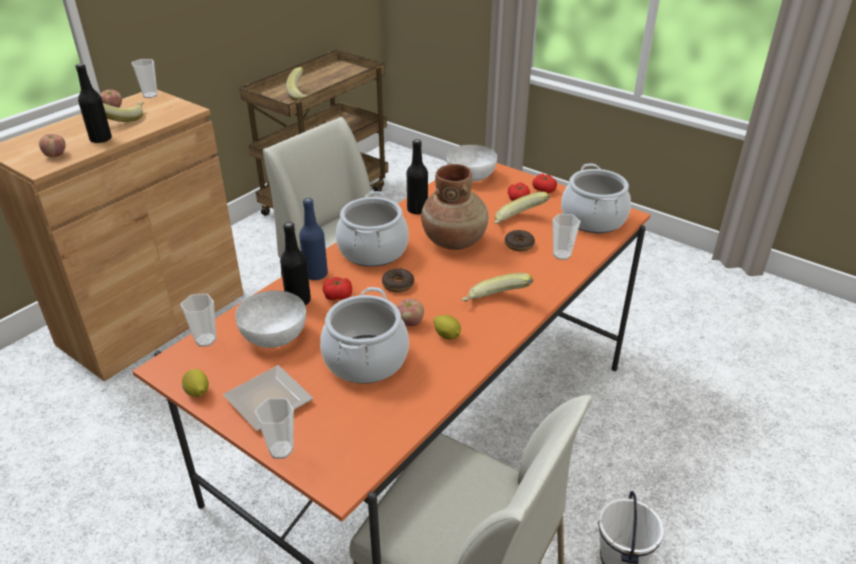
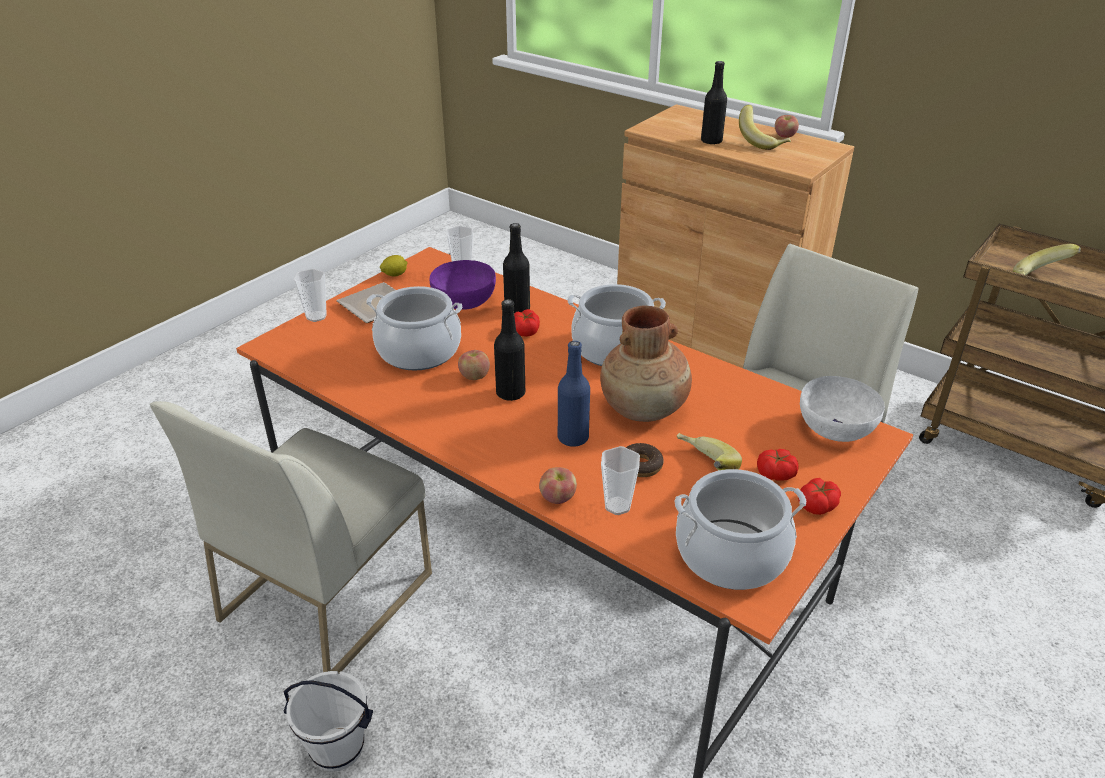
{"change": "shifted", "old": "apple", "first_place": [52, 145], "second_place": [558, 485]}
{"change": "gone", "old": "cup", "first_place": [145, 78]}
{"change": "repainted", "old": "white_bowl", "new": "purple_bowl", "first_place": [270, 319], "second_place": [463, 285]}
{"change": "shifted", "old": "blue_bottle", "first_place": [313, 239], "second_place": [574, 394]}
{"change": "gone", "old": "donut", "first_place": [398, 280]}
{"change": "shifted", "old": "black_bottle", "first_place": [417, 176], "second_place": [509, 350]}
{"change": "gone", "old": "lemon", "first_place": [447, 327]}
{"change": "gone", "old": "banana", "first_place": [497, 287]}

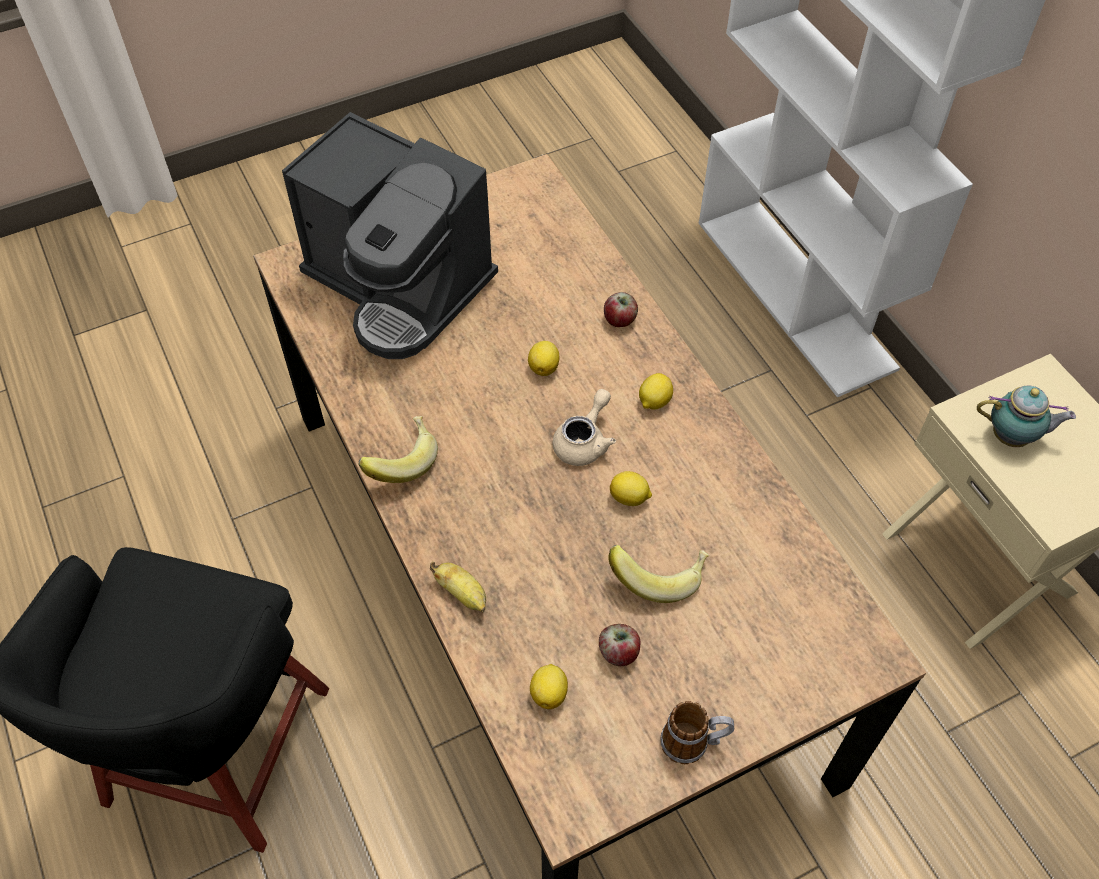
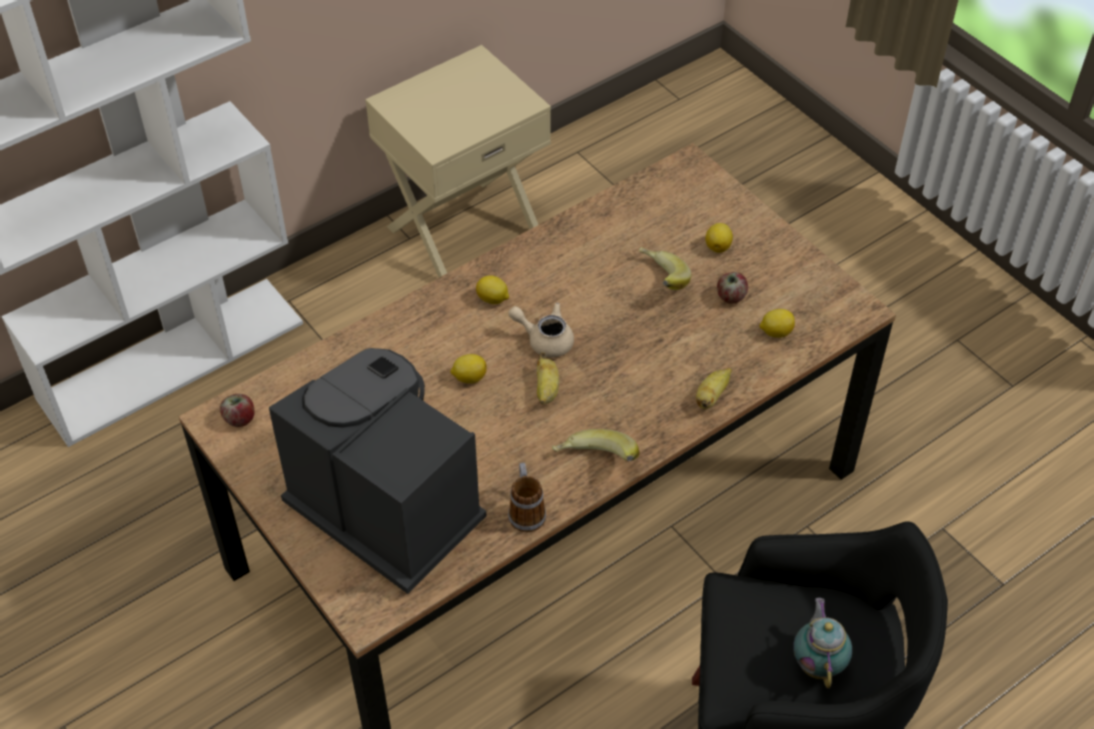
{"change": "rotated", "old": "coffee_machine", "first_place": [390, 235], "second_place": [377, 471], "degrees": -75}
{"change": "shifted", "old": "apple", "first_place": [621, 309], "second_place": [237, 410]}
{"change": "shifted", "old": "lemon", "first_place": [631, 488], "second_place": [719, 238]}
{"change": "shifted", "old": "mug", "first_place": [697, 732], "second_place": [527, 497]}
{"change": "shifted", "old": "teapot", "first_place": [1026, 416], "second_place": [822, 643]}
{"change": "new", "new": "banana", "second_place": [548, 378]}

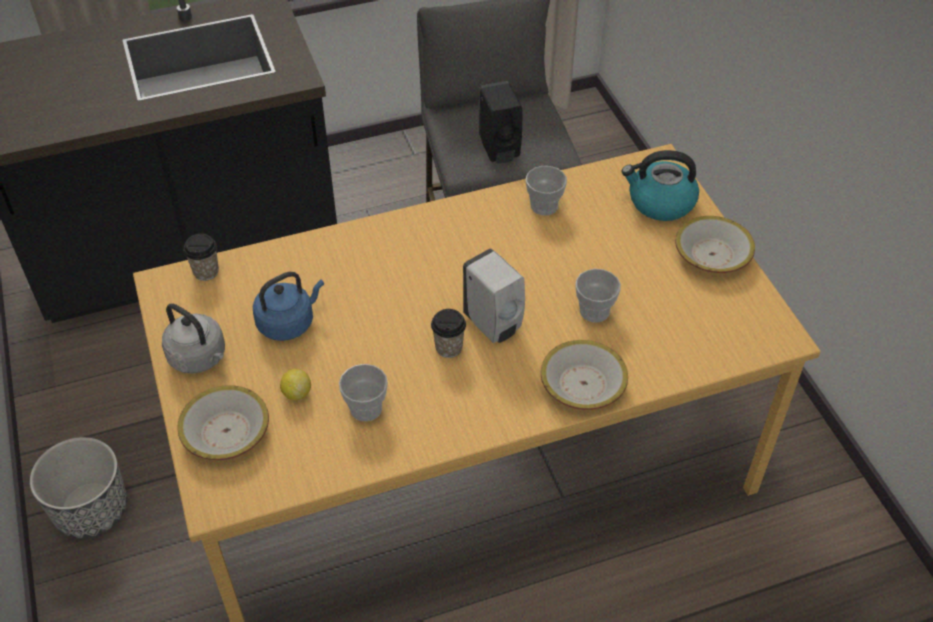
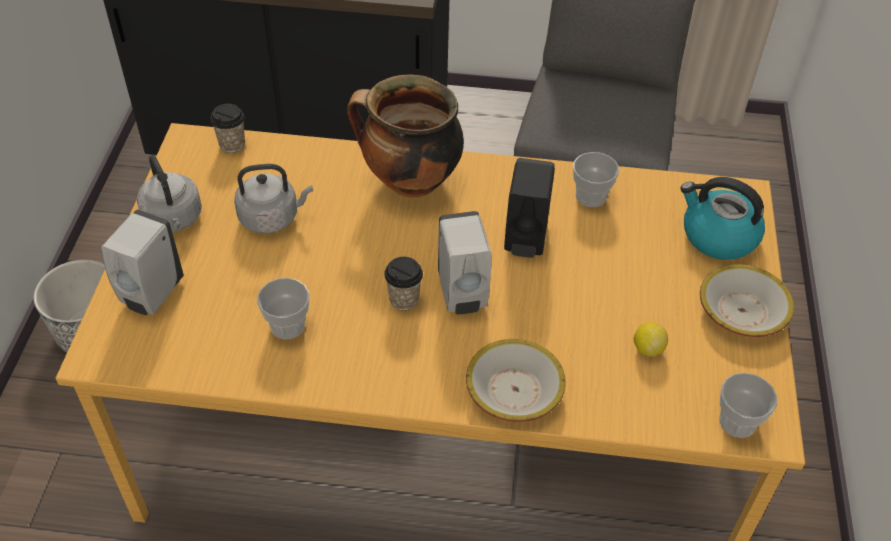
{"change": "swapped", "old": "bowl", "new": "white_soap_dispenser", "first_place": [223, 422], "second_place": [142, 262]}
{"change": "repainted", "old": "blue_kettle", "new": "grey_kettle", "first_place": [288, 306], "second_place": [273, 198]}
{"change": "shifted", "old": "lemon", "first_place": [295, 384], "second_place": [651, 339]}
{"change": "shifted", "old": "black_soap_dispenser", "first_place": [500, 122], "second_place": [529, 208]}
{"change": "shifted", "old": "cup", "first_place": [598, 296], "second_place": [748, 405]}
{"change": "new", "new": "cooking_pot", "second_place": [405, 136]}

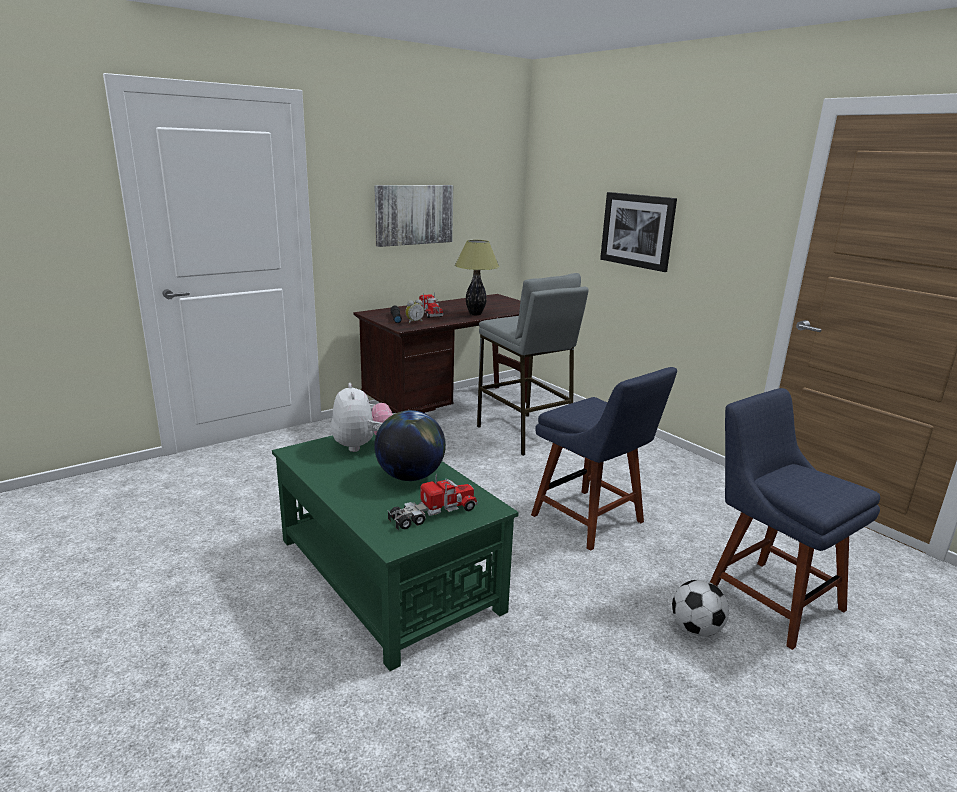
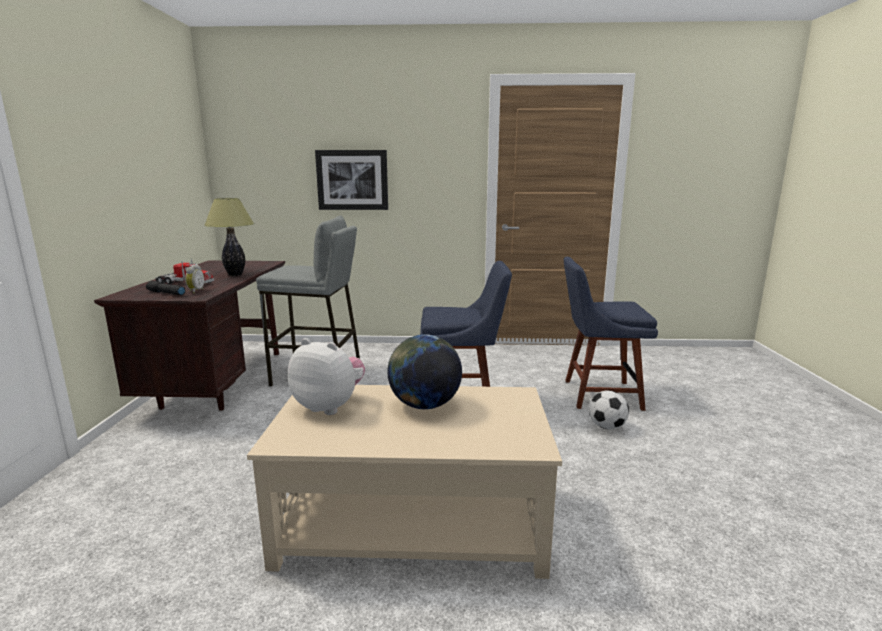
{"change": "repainted", "old": "green_coffee_table", "new": "beige_coffee_table", "first_place": [395, 552], "second_place": [404, 482]}
{"change": "gone", "old": "picture", "first_place": [413, 216]}
{"change": "gone", "old": "toy_truck", "first_place": [433, 502]}

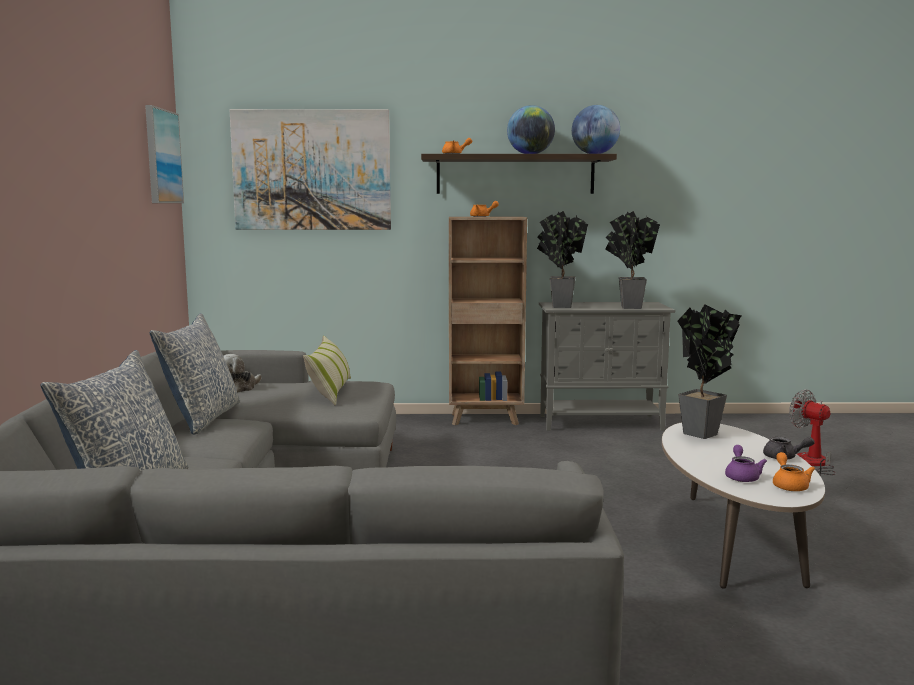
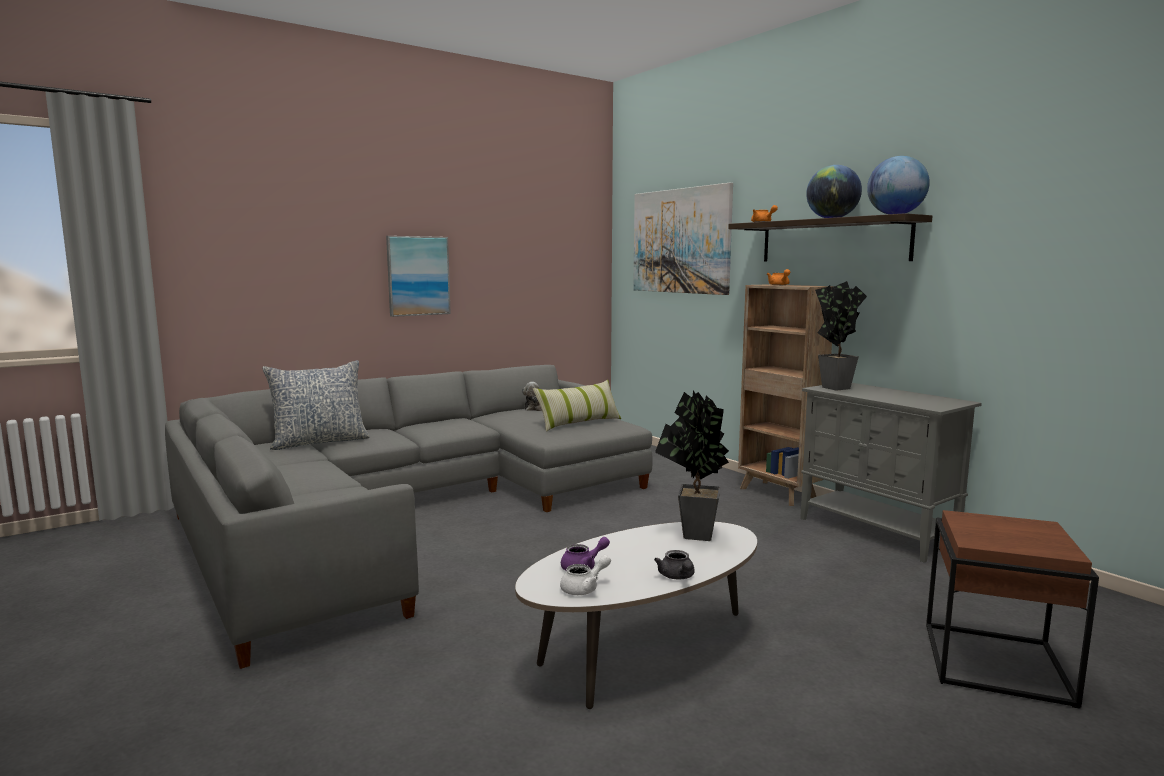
{"change": "shifted", "old": "picture", "first_place": [164, 154], "second_place": [418, 276]}
{"change": "gone", "old": "pillow", "first_place": [195, 374]}
{"change": "gone", "old": "potted_plant", "first_place": [632, 260]}
{"change": "repainted", "old": "orange_teapot", "new": "white_teapot", "first_place": [794, 471], "second_place": [585, 575]}
{"change": "swapped", "old": "fan", "new": "brown_side_table", "first_place": [812, 432], "second_place": [1012, 609]}

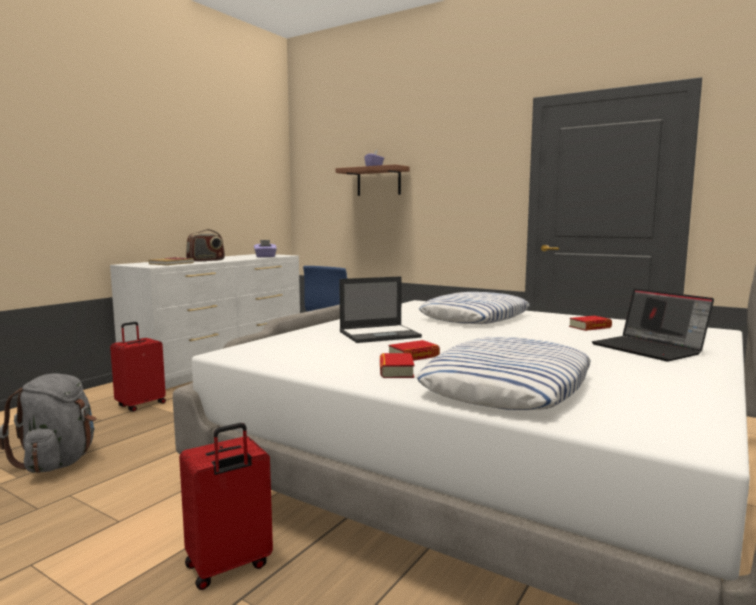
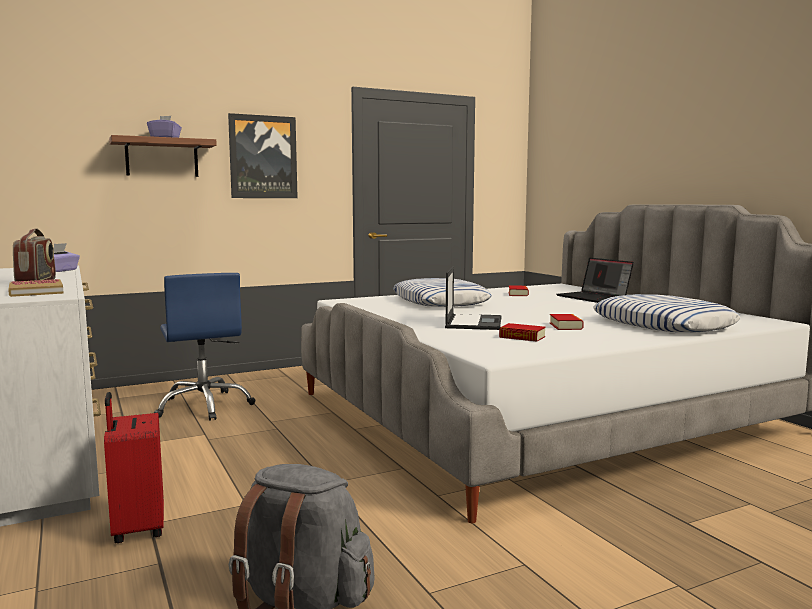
{"change": "gone", "old": "red_suitcase", "first_place": [226, 506]}
{"change": "shifted", "old": "book", "first_place": [397, 365], "second_place": [522, 332]}
{"change": "rotated", "old": "laptop", "first_place": [653, 325], "second_place": [595, 280], "degrees": 60}
{"change": "new", "new": "picture", "second_place": [263, 155]}

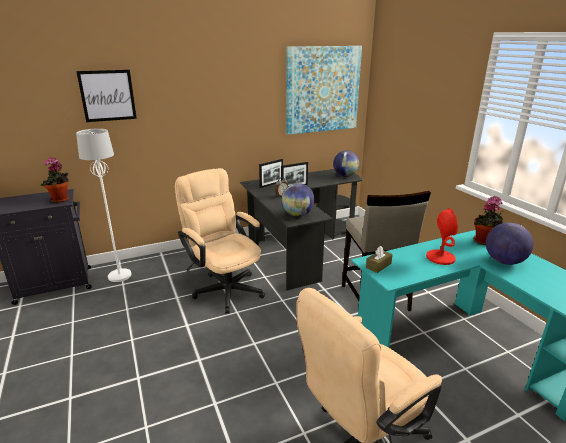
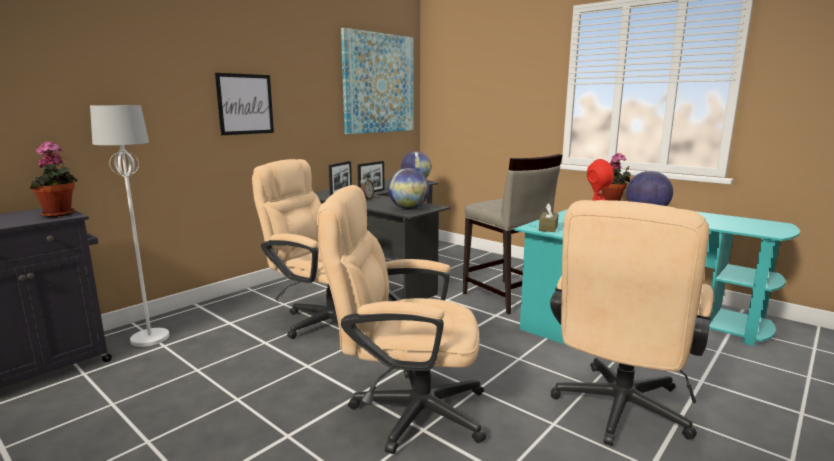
{"change": "shifted", "old": "picture", "first_place": [106, 96], "second_place": [244, 104]}
{"change": "new", "new": "beige_office_chair", "second_place": [401, 319]}

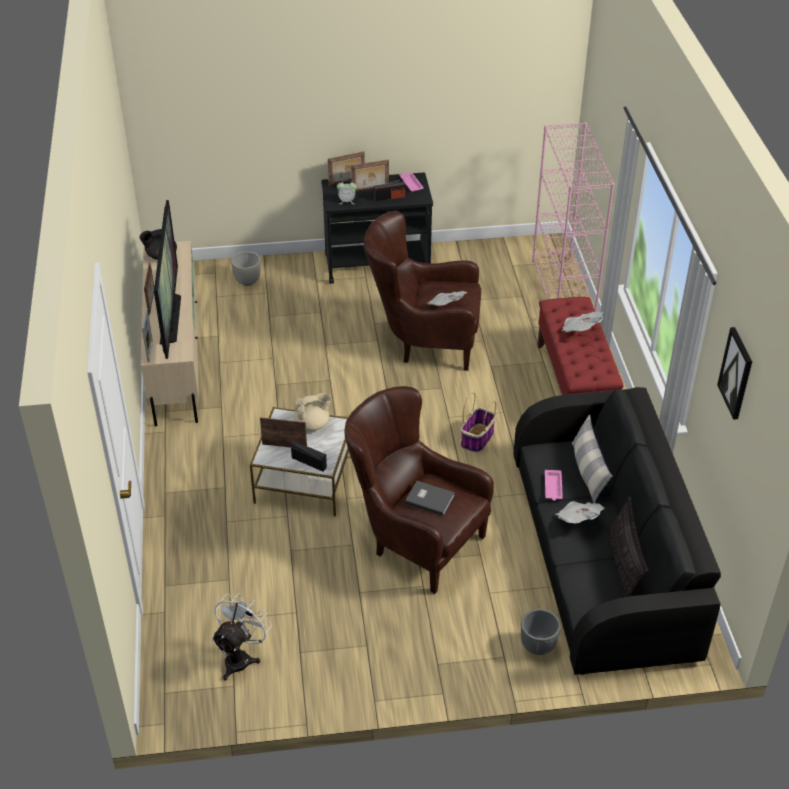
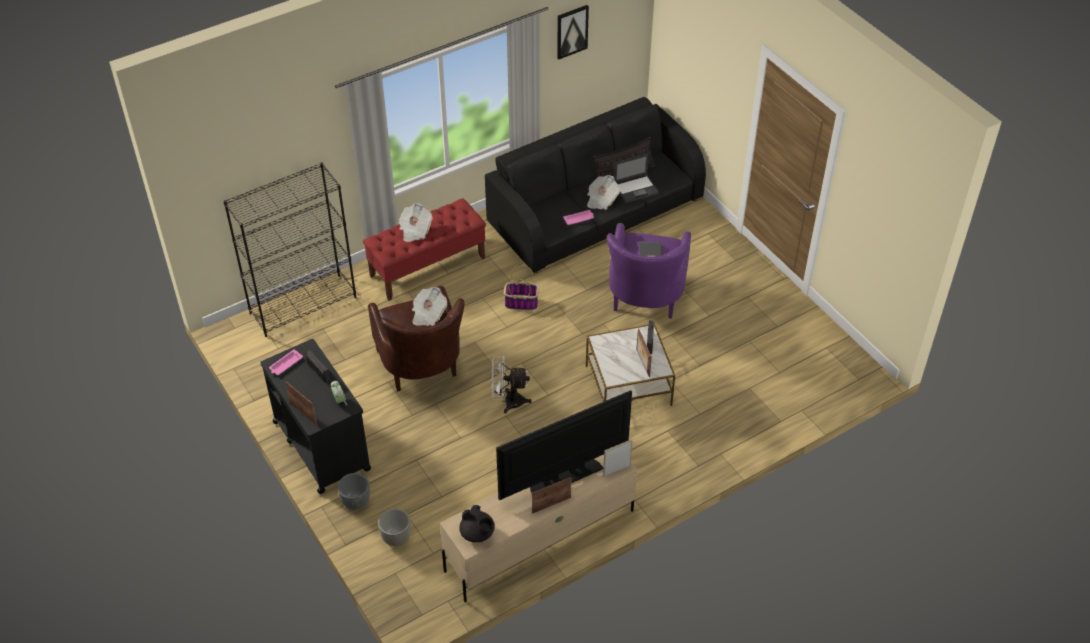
{"change": "shifted", "old": "white_fan", "first_place": [242, 636], "second_place": [511, 385]}
{"change": "gone", "old": "beige_teapot", "first_place": [312, 412]}
{"change": "repainted", "old": "brown_armchair", "new": "purple_armchair", "first_place": [419, 490], "second_place": [649, 271]}
{"change": "gone", "old": "picture_frame", "first_place": [370, 176]}
{"change": "shifted", "old": "grey_planter", "first_place": [540, 632], "second_place": [353, 491]}
{"change": "repainted", "old": "pink_bookcase", "new": "black_bookcase", "first_place": [573, 217], "second_place": [289, 250]}
{"change": "gone", "old": "pillow", "first_place": [592, 459]}
{"change": "new", "new": "laptop", "second_place": [636, 178]}

